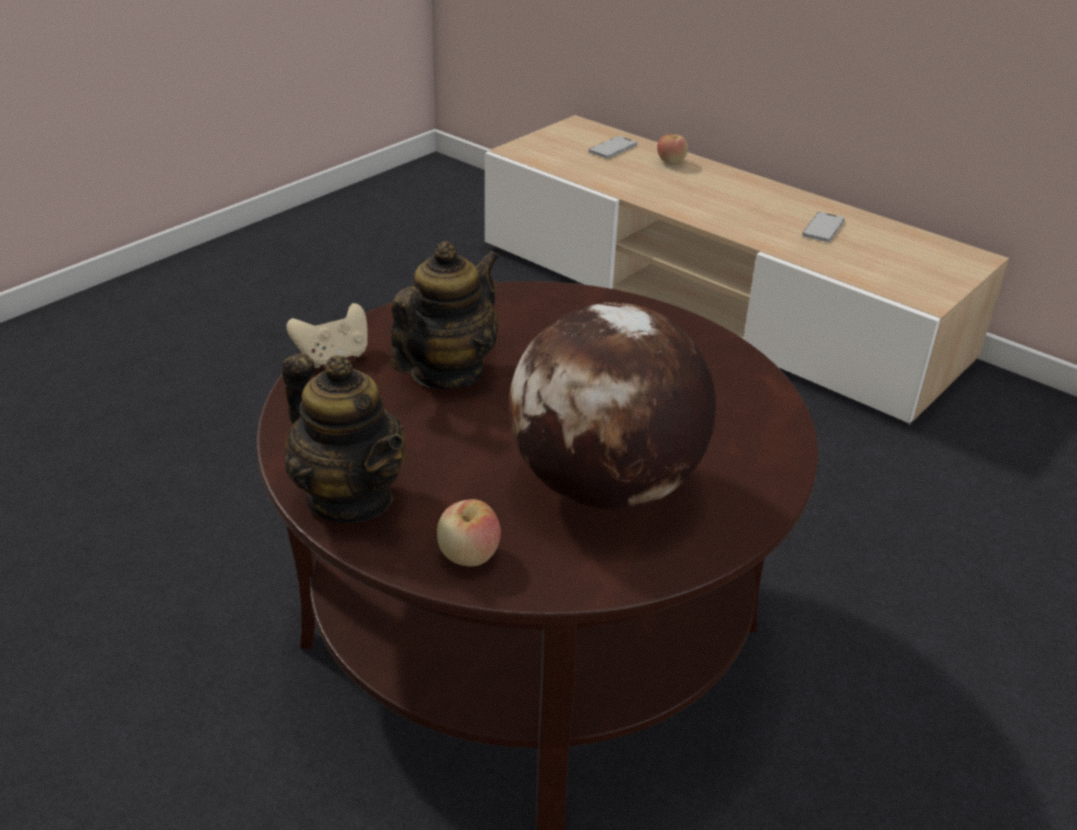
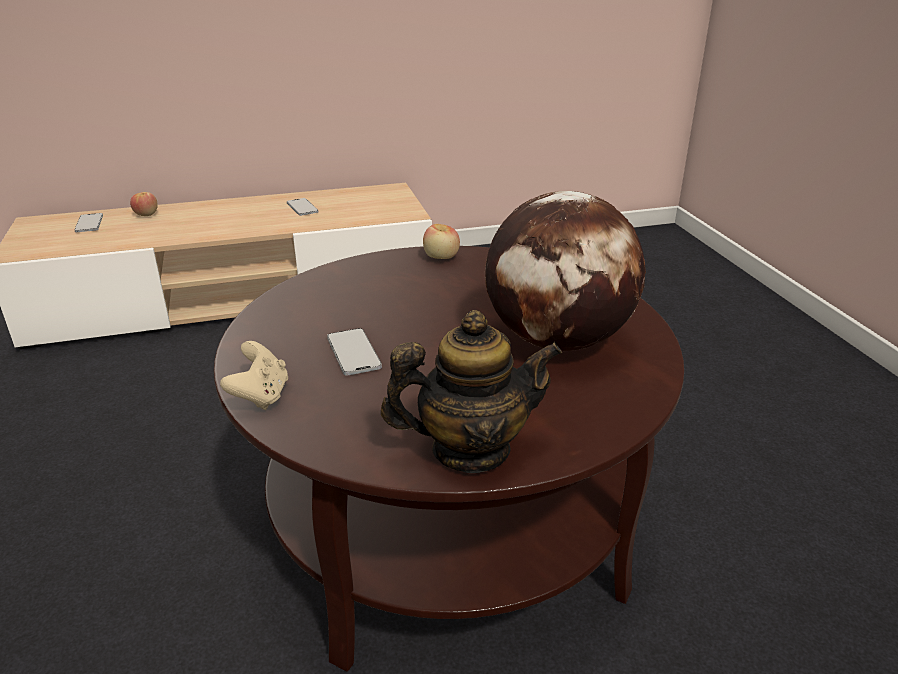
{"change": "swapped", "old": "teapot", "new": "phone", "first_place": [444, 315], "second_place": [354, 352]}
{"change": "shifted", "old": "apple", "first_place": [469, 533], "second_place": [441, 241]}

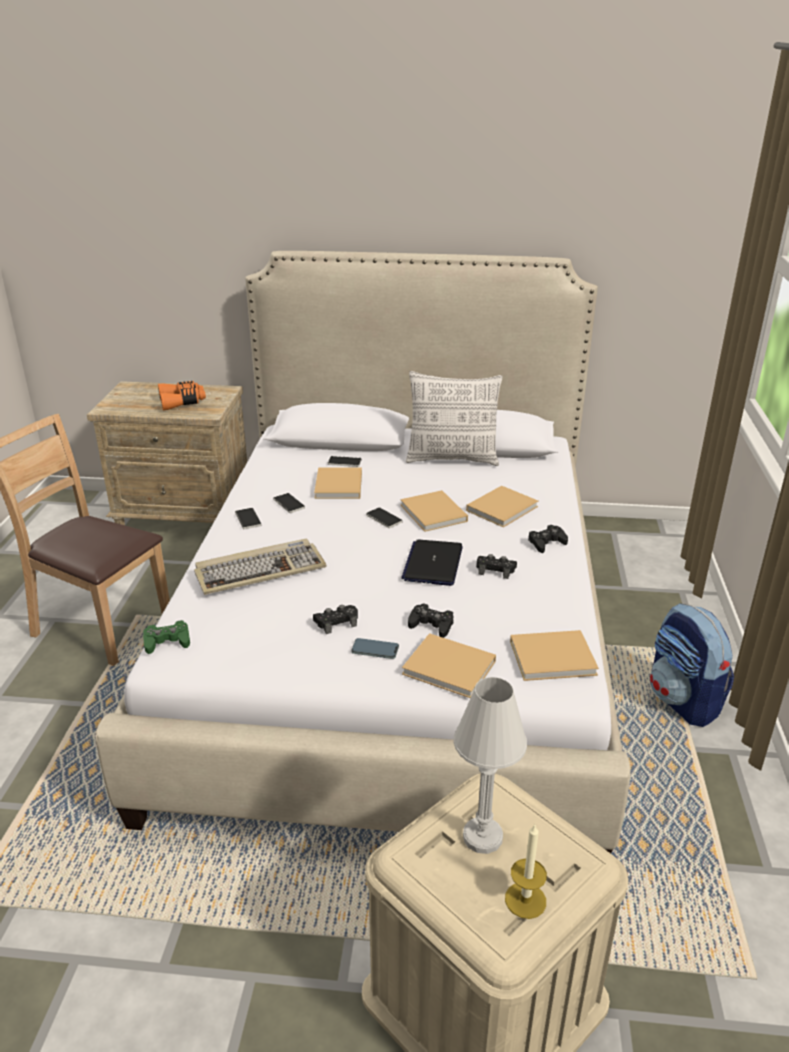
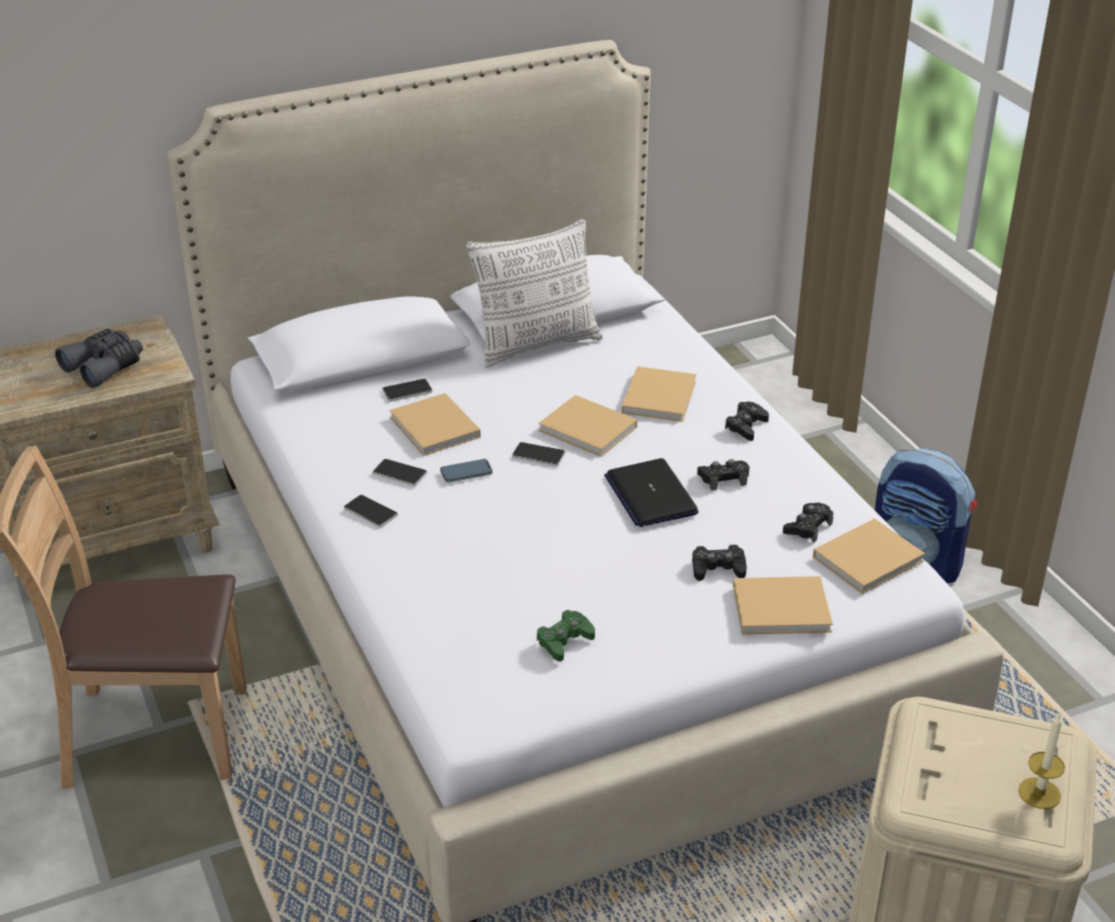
{"change": "shifted", "old": "green_game_controller", "first_place": [166, 637], "second_place": [566, 635]}
{"change": "repainted", "old": "orange_binoculars", "new": "grey_binoculars", "first_place": [182, 395], "second_place": [99, 358]}
{"change": "gone", "old": "keyboard", "first_place": [260, 567]}
{"change": "shifted", "old": "black_game_controller", "first_place": [335, 619], "second_place": [808, 523]}
{"change": "shifted", "old": "phone", "first_place": [375, 648], "second_place": [466, 471]}
{"change": "gone", "old": "white_table_lamp", "first_place": [490, 765]}

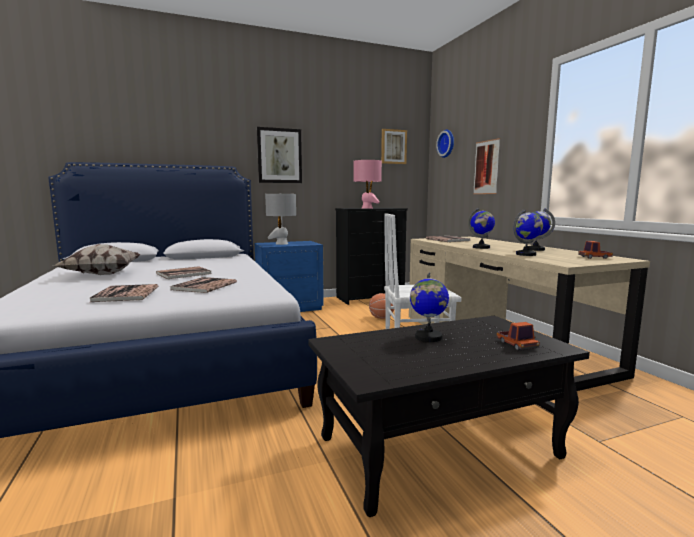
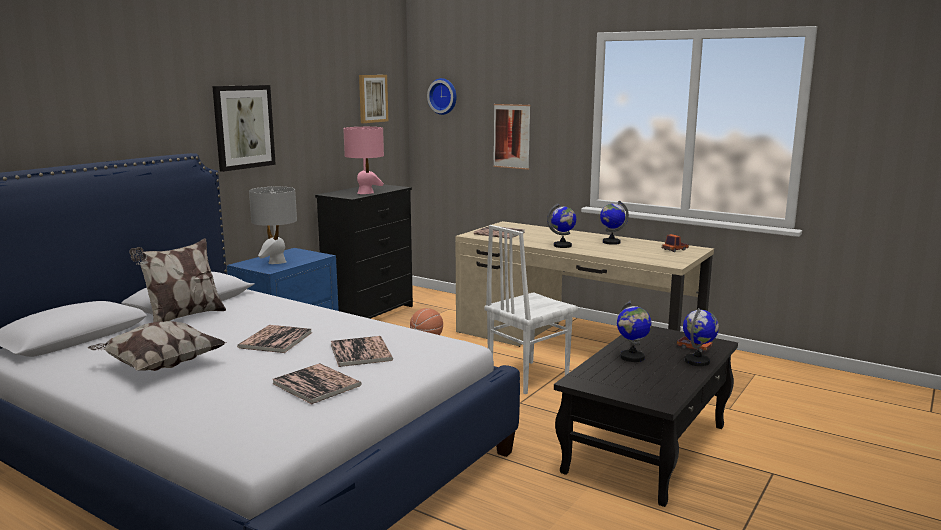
{"change": "shifted", "old": "globe", "first_place": [528, 232], "second_place": [701, 337]}
{"change": "new", "new": "pillow", "second_place": [177, 280]}

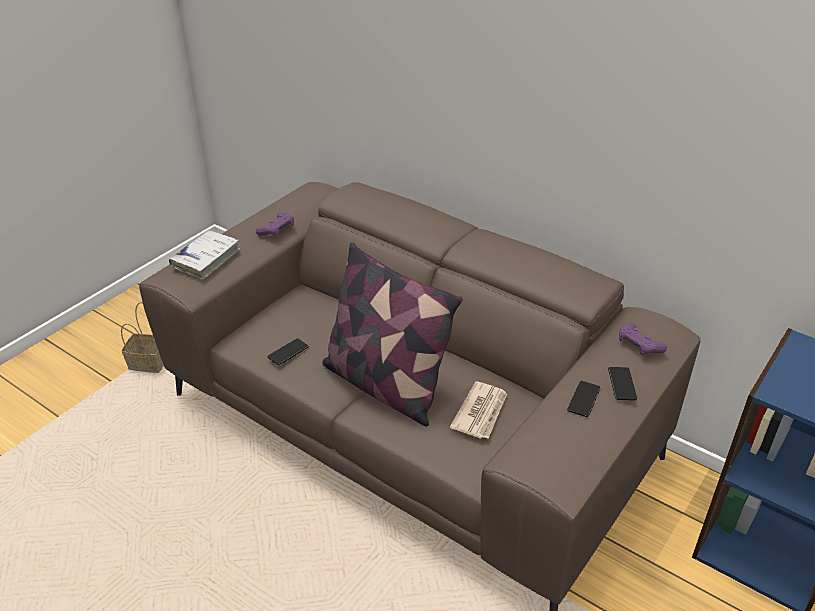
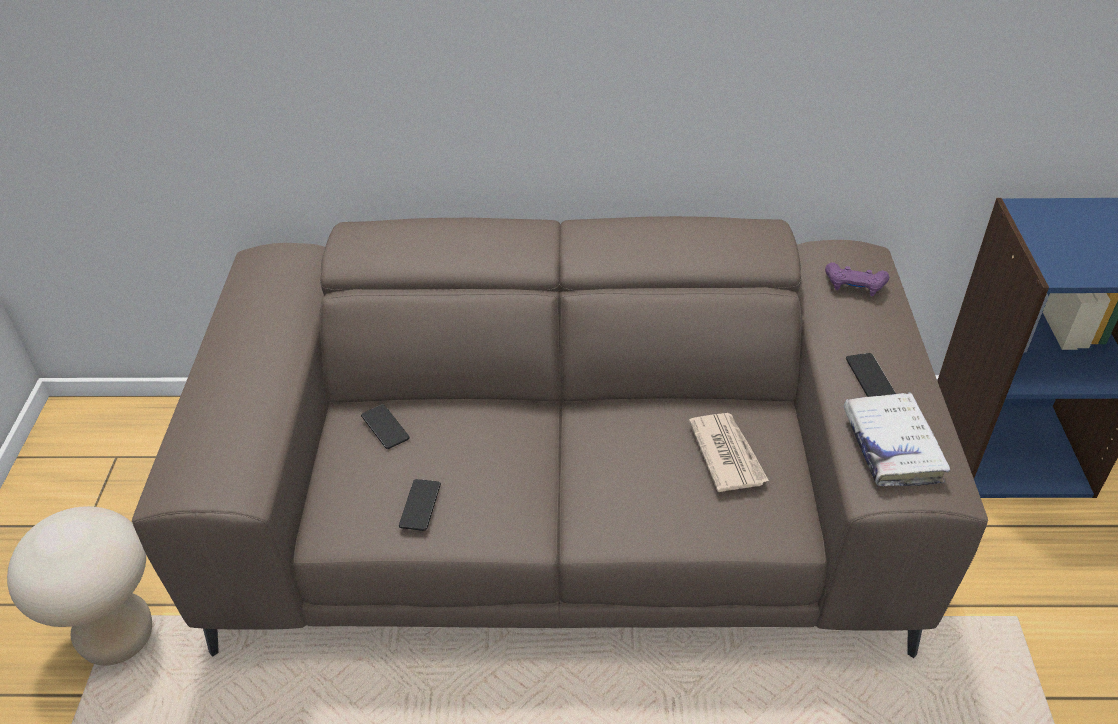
{"change": "swapped", "old": "basket", "new": "beige_stool", "first_place": [142, 337], "second_place": [79, 586]}
{"change": "shifted", "old": "white_book", "first_place": [204, 255], "second_place": [897, 439]}
{"change": "gone", "old": "purple_game_controller", "first_place": [275, 224]}
{"change": "gone", "old": "pillow", "first_place": [392, 334]}
{"change": "shifted", "old": "phone", "first_place": [622, 383], "second_place": [385, 426]}

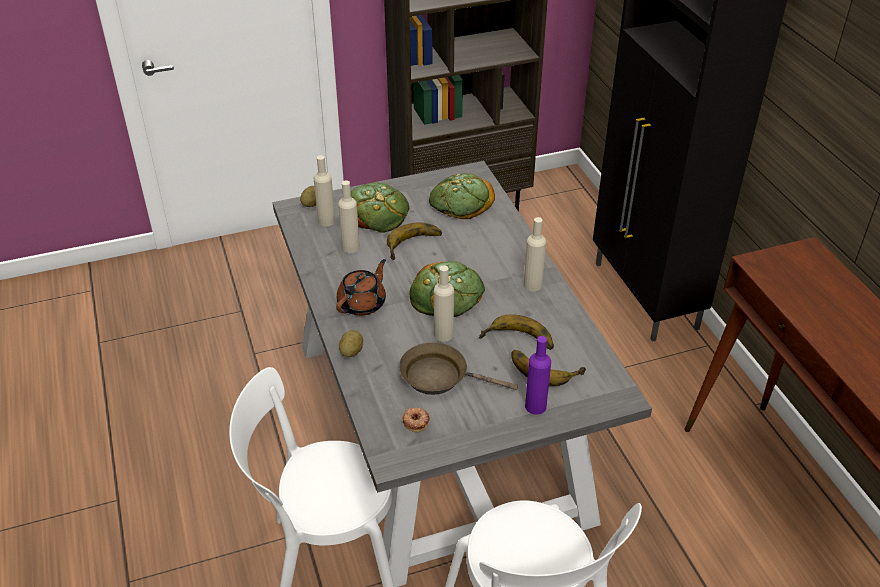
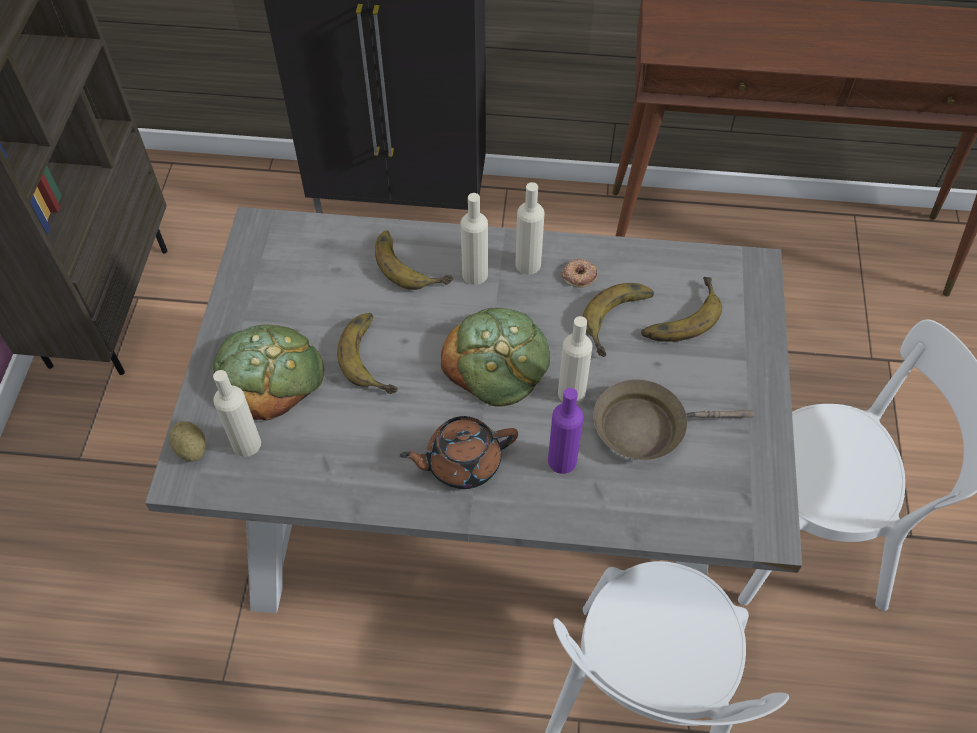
{"change": "rotated", "old": "brown_teapot", "first_place": [361, 287], "second_place": [459, 452], "degrees": -75}
{"change": "shifted", "old": "beige_bottle", "first_place": [349, 217], "second_place": [474, 239]}
{"change": "gone", "old": "potato", "first_place": [351, 343]}
{"change": "rotated", "old": "brown_frying_pan", "first_place": [458, 368], "second_place": [673, 419], "degrees": 45}
{"change": "shifted", "old": "donut", "first_place": [416, 419], "second_place": [579, 273]}
{"change": "gone", "old": "bread", "first_place": [462, 196]}
{"change": "shifted", "old": "purple_bottle", "first_place": [538, 375], "second_place": [566, 431]}
{"change": "new", "new": "banana", "second_place": [414, 260]}

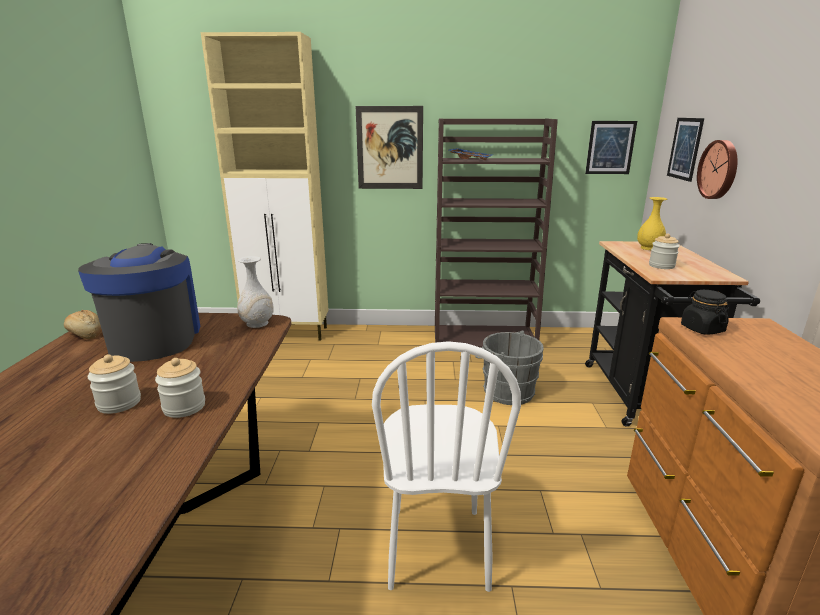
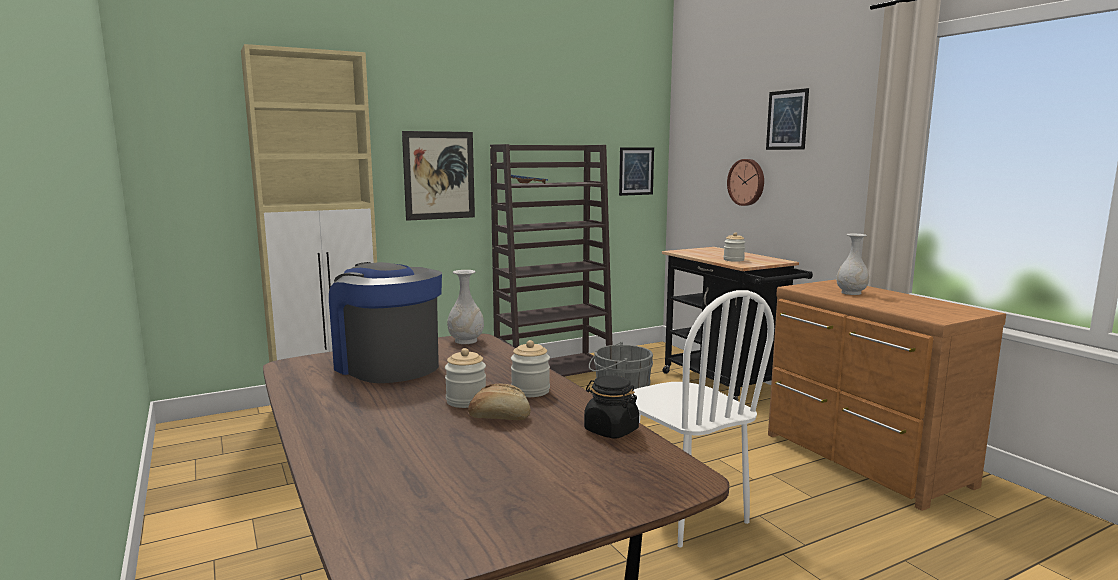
{"change": "shifted", "old": "bread", "first_place": [83, 324], "second_place": [499, 402]}
{"change": "gone", "old": "yellow_vase", "first_place": [652, 223]}
{"change": "shifted", "old": "picture", "first_place": [685, 150], "second_place": [787, 119]}
{"change": "shifted", "old": "black_jar", "first_place": [705, 312], "second_place": [611, 406]}
{"change": "new", "new": "white_vase", "second_place": [852, 264]}

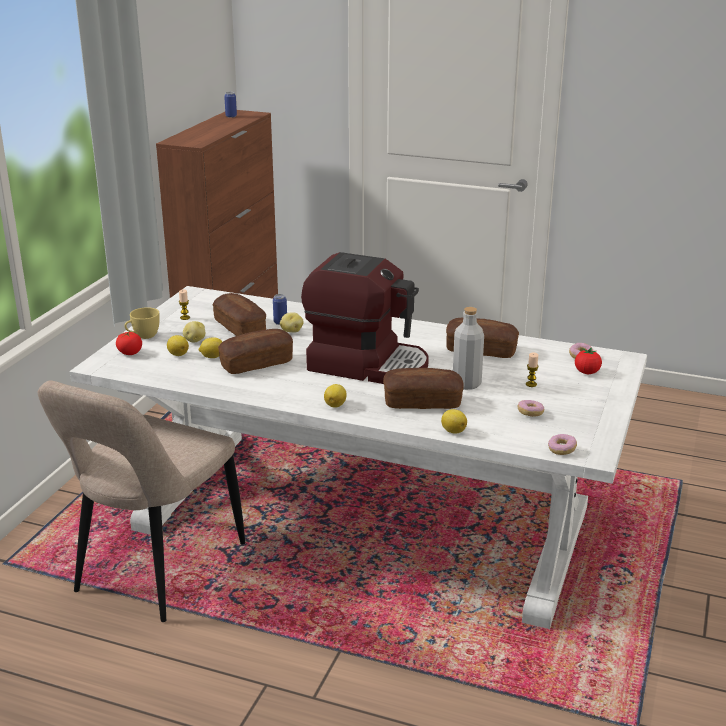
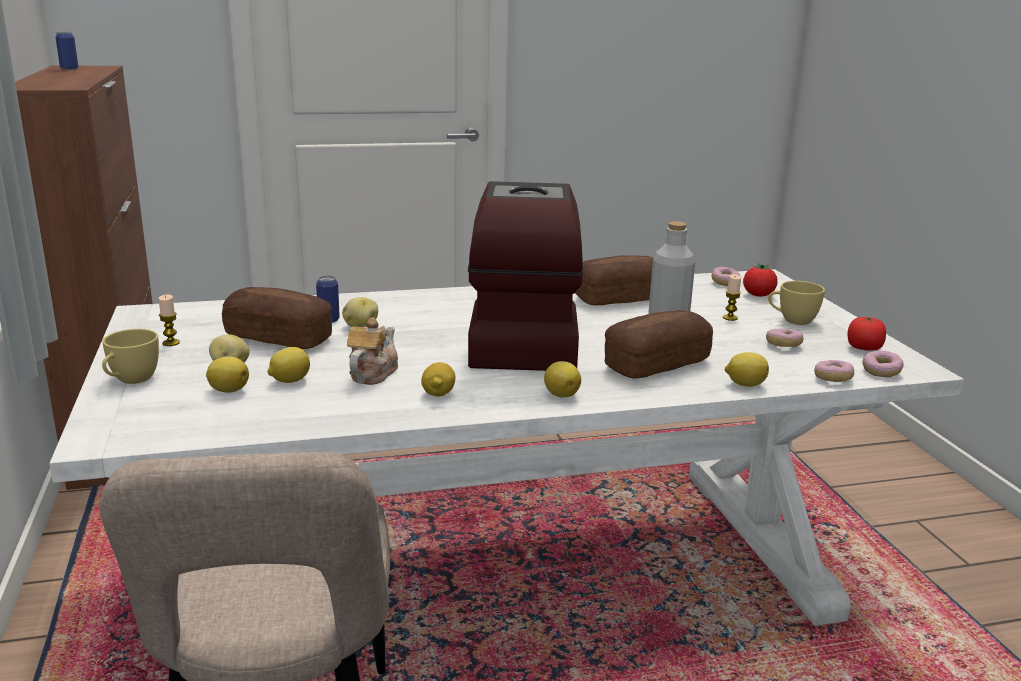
{"change": "shifted", "old": "tomato", "first_place": [129, 343], "second_place": [867, 334]}
{"change": "swapped", "old": "bread", "new": "teapot", "first_place": [255, 351], "second_place": [372, 351]}
{"change": "rotated", "old": "coffee_machine", "first_place": [365, 318], "second_place": [526, 276], "degrees": -75}
{"change": "new", "new": "lemon", "second_place": [438, 379]}
{"change": "new", "new": "yellow_cup", "second_place": [796, 303]}
{"change": "new", "new": "donut", "second_place": [834, 371]}

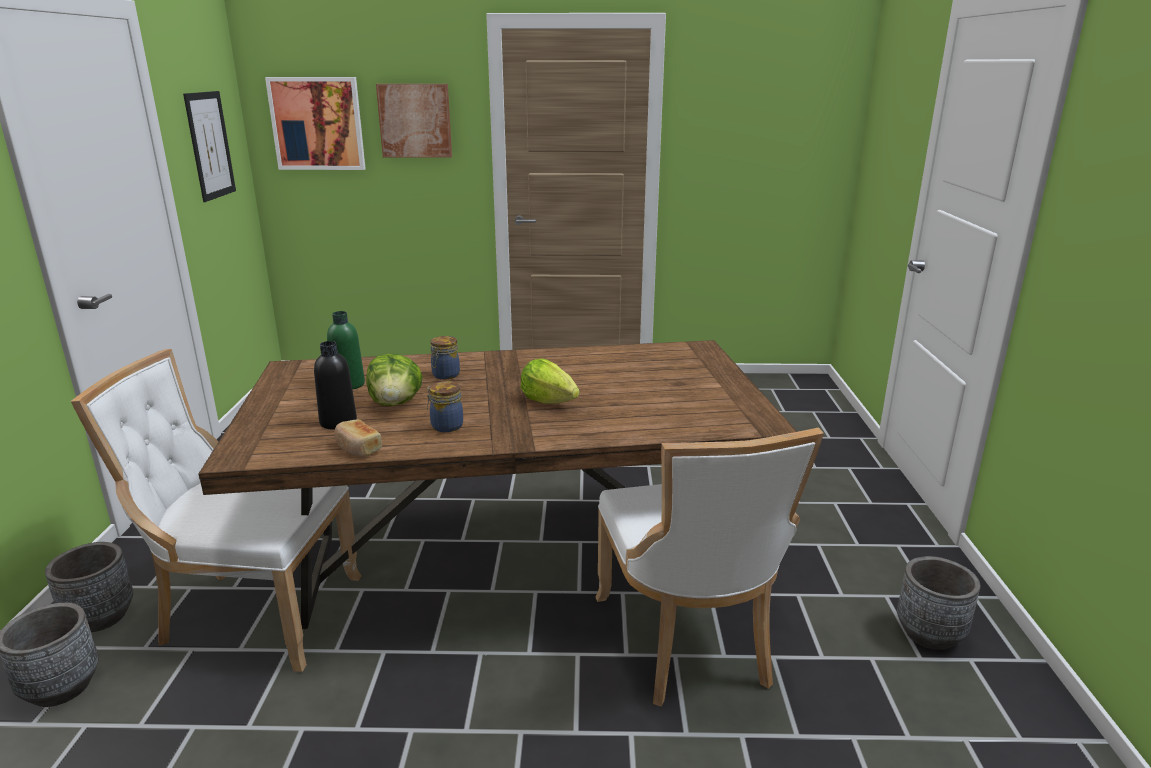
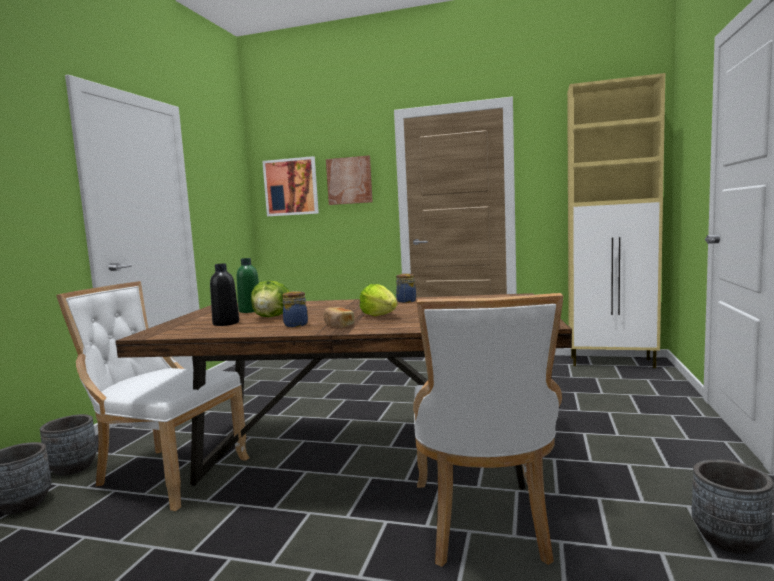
{"change": "gone", "old": "picture", "first_place": [209, 146]}
{"change": "shifted", "old": "bread", "first_place": [358, 438], "second_place": [339, 317]}
{"change": "shifted", "old": "jar", "first_place": [445, 357], "second_place": [406, 288]}
{"change": "new", "new": "beige_cabinet", "second_place": [616, 220]}

